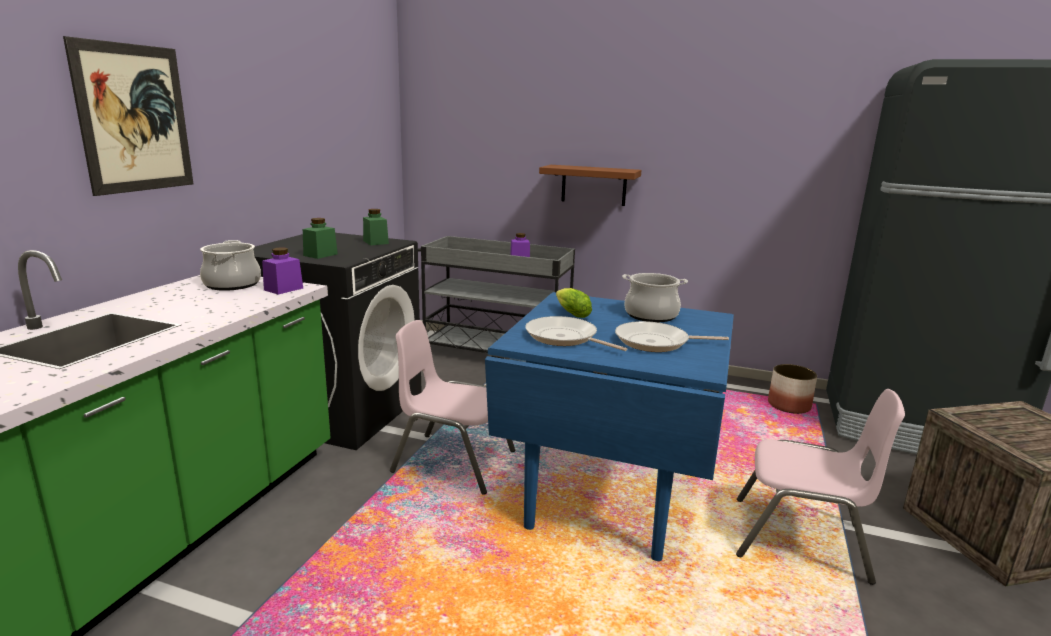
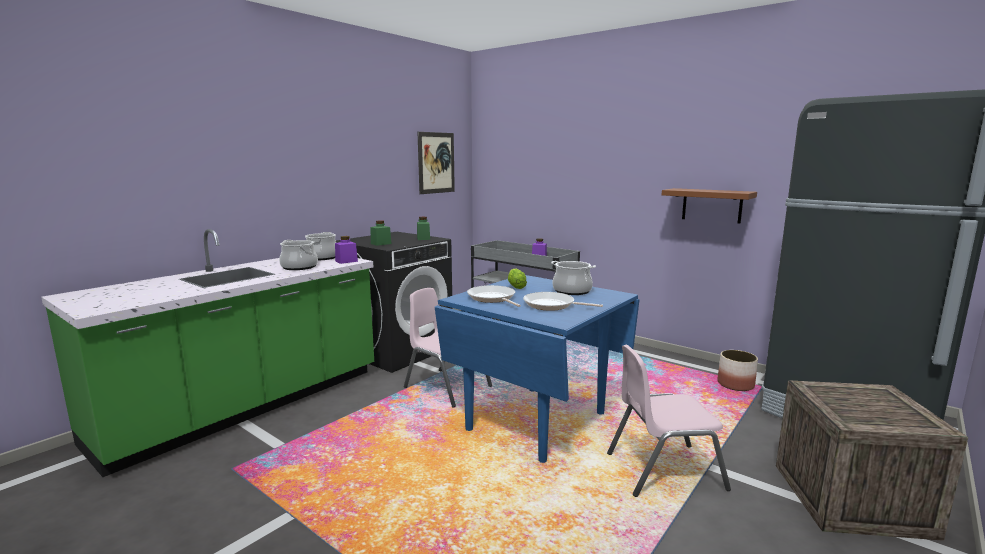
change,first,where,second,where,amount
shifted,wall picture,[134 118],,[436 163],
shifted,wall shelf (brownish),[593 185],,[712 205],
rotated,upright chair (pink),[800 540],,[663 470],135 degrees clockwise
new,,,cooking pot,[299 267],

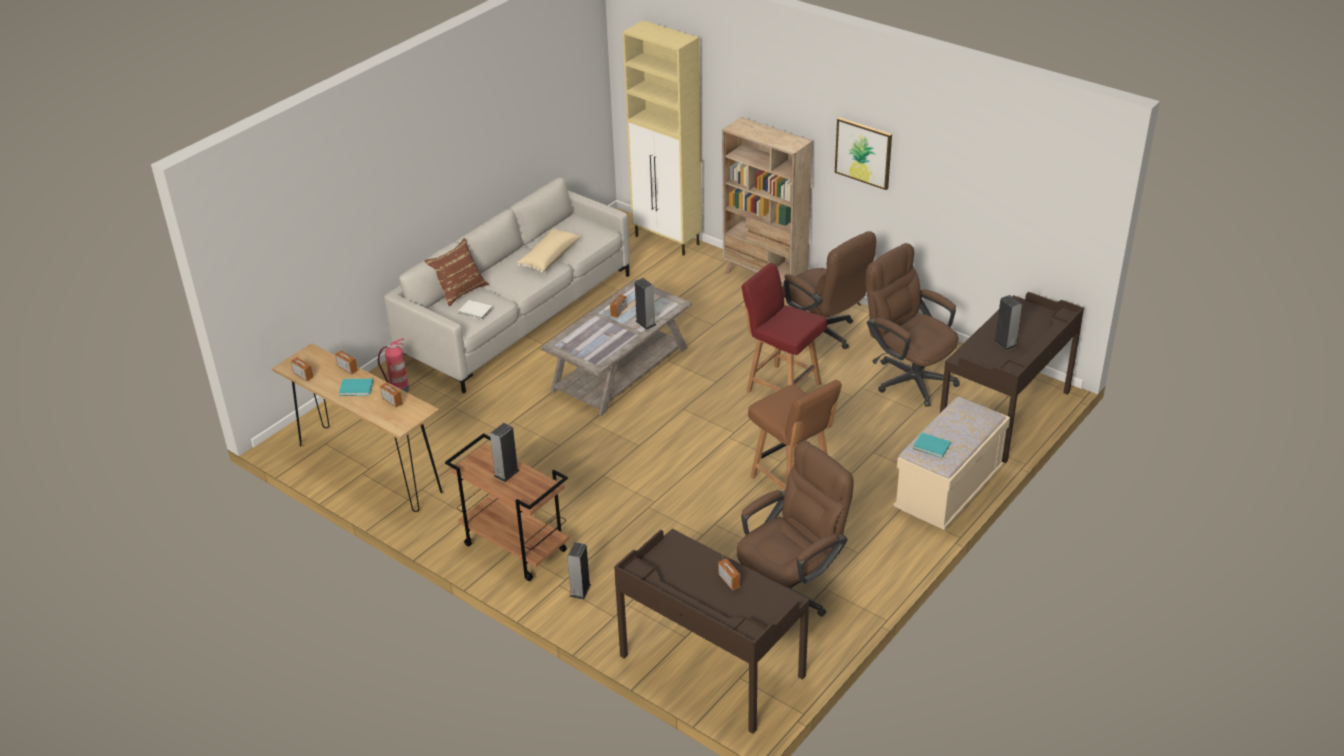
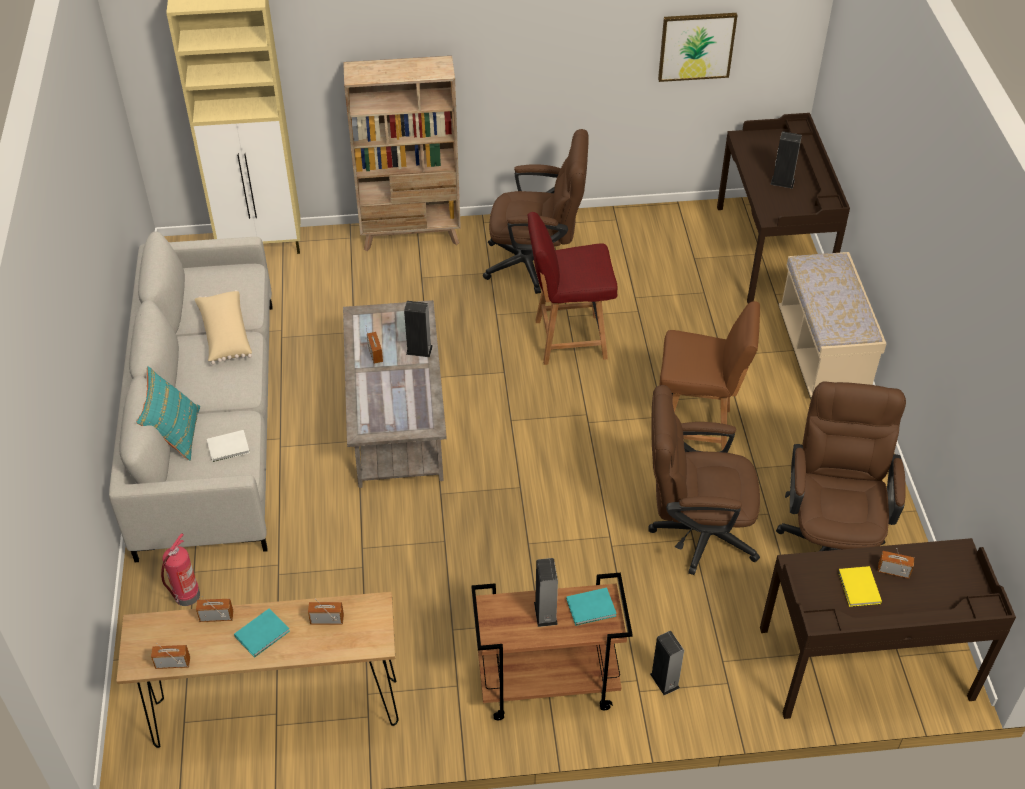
change,first,where,second,where,amount
shifted,wall picture,[863 153],,[696 46],
repainted,pillow (brownish),[459 290],pillow (turquoise-coloured),[175 434],
shifted,desk chair (brownish),[908 376],,[694 532],
shifted,volume (turquoise-coloured),[932 447],,[592 608],
new,,,volume (yellow-coloured),[858 589],

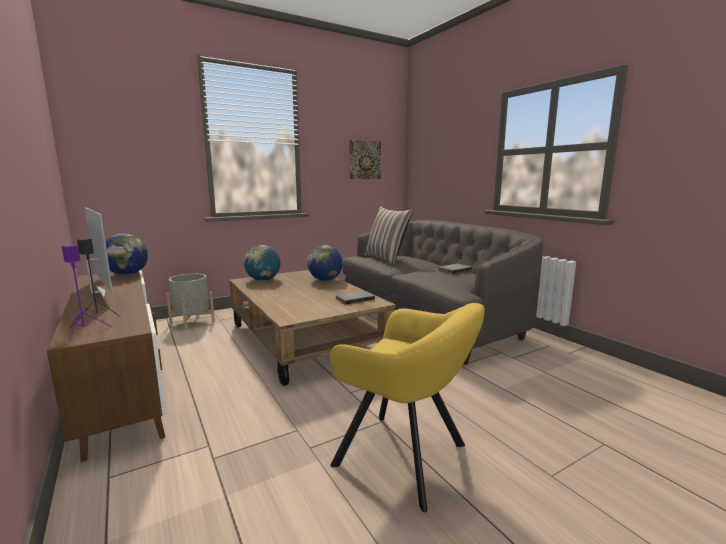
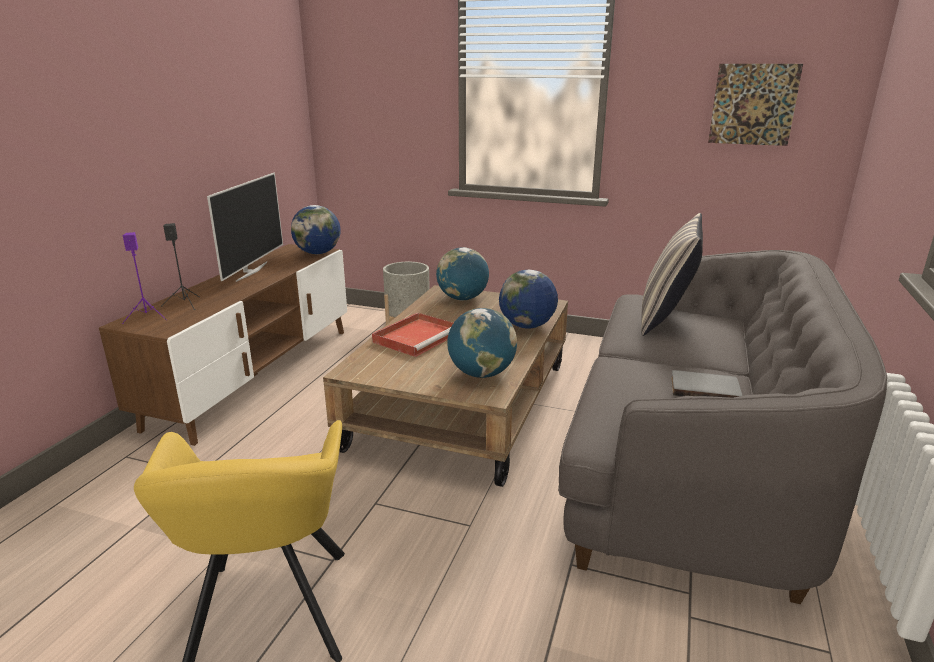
change,first,where,second,where,amount
swapped,volume (gray),[354 298],globe,[481 374],
new,,,serving tray (red-coloured),[417 337],

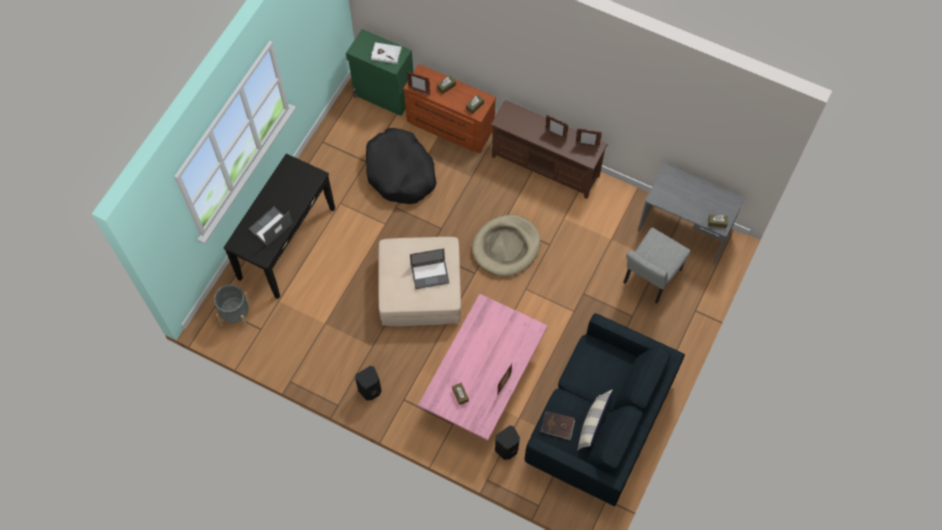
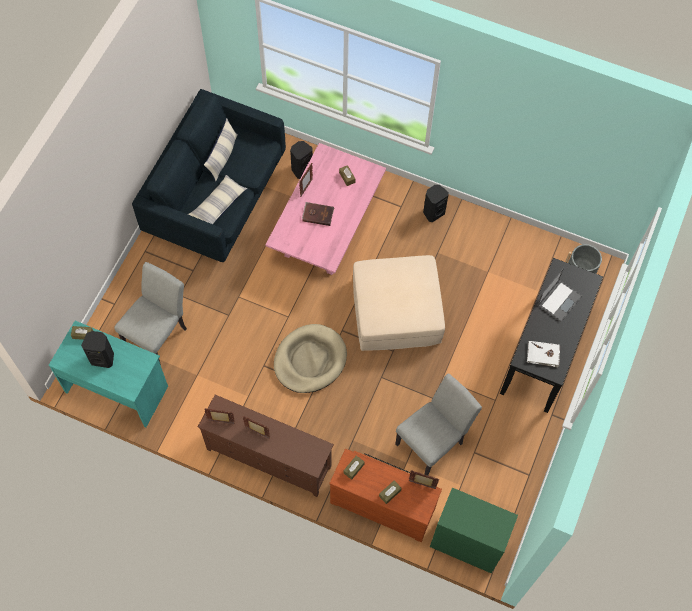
change,first,where,second,where,amount
shifted,volume (white),[386 53],,[543 354],
swapped,pet bed (blackish),[400 172],upright chair (gray),[433 441],
repainted,desk table (gray),[684 231],desk table (turquoise-coloured),[117 388],
gone,notebook computer,[430 273],,,
shifted,volume (brownish),[557 426],,[318 214],
new,,,pillow,[218 205],
new,,,loudspeaker (blackish),[103 358],

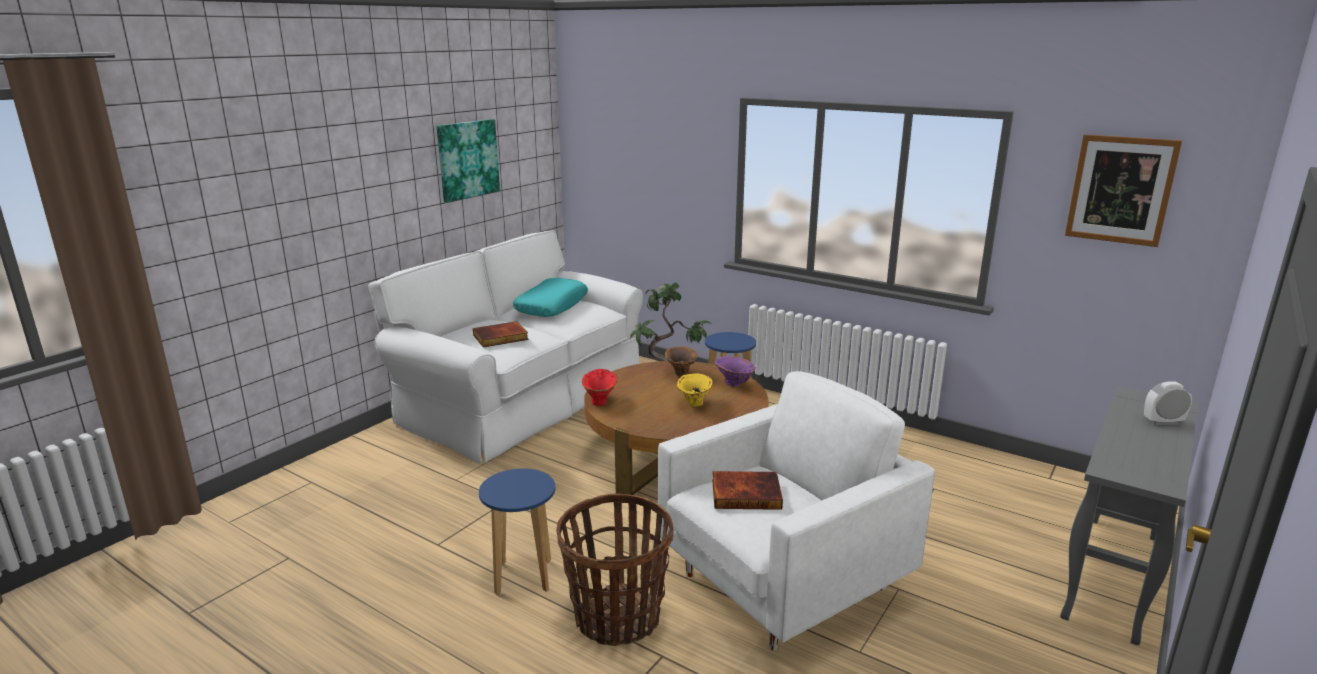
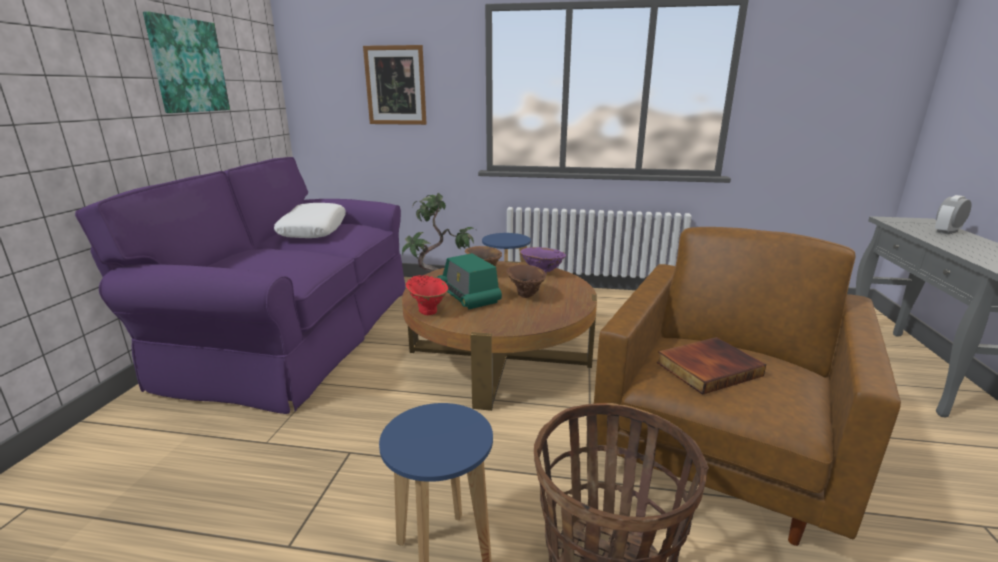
change,first,where,second,where,amount
shifted,wall picture,[1120 190],,[395 85],
repainted,couch (white),[521 398],couch (purplish),[295 333],
repainted,pillow (turquoise-coloured),[551 306],pillow (white),[313 230],
gone,volume,[500 338],,,
repainted,easy chair (white),[782 583],easy chair (brownish),[718 457],
repainted,flower vase (yellow-coloured),[693 404],flower vase (brownish),[525 296],
new,,,radio set,[468 295],

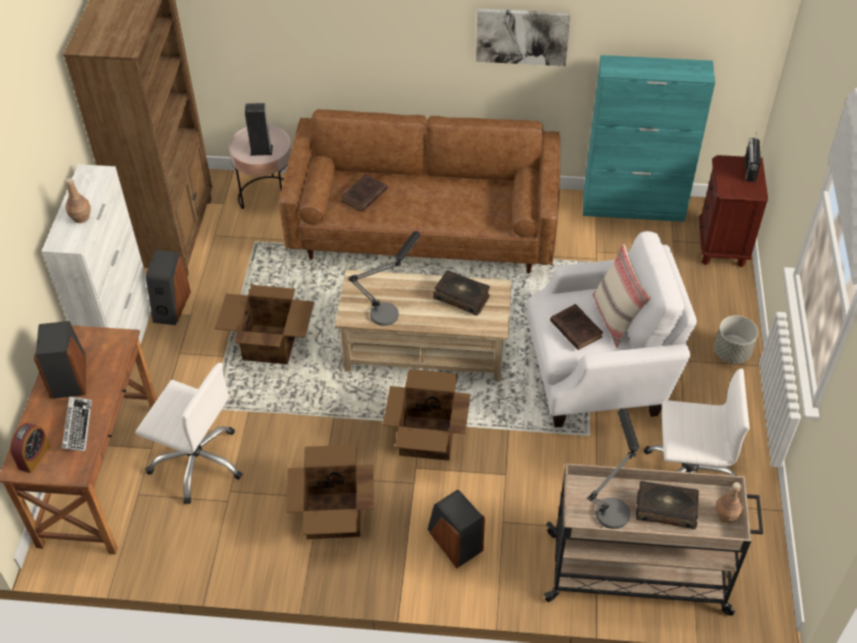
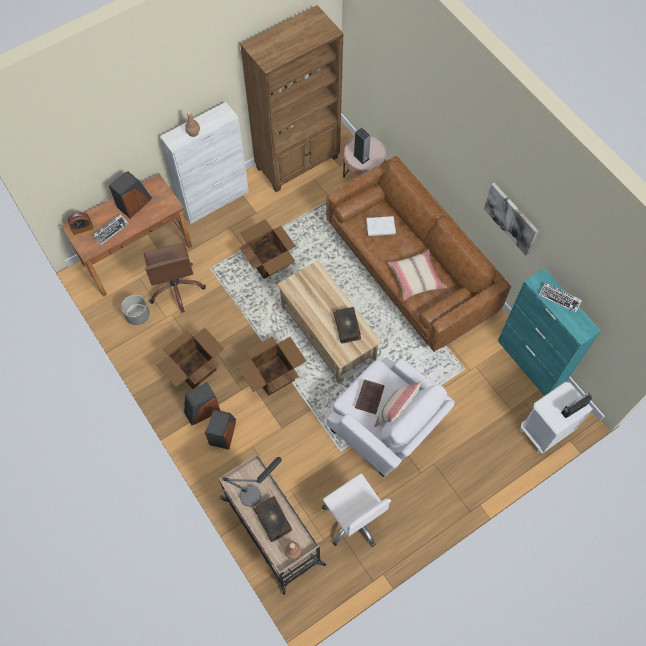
change,first,where,second,where,amount
repainted,nightstand (brownish),[722 246],nightstand (white),[544 430],
repainted,volume (brownish),[363 196],volume (white),[379 227],
gone,table lamp,[390 309],,,
shifted,loudspeaker,[171 306],,[202 411],
shifted,flower pot (gray),[732 352],,[138 316],
repainted,desk chair (white),[197 462],desk chair (brownish),[176 287],
new,,,pillow (beige-coloured),[416 278],
new,,,computer keyboard,[559 298],

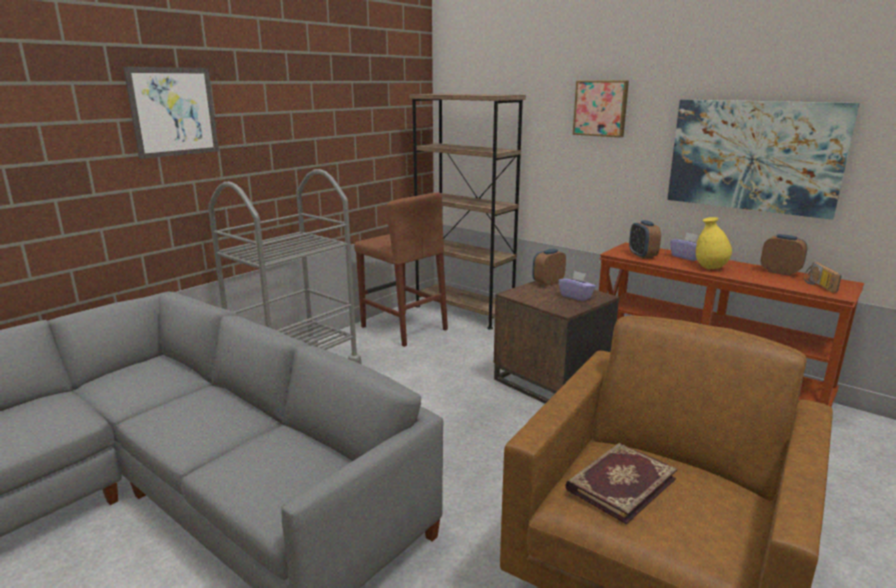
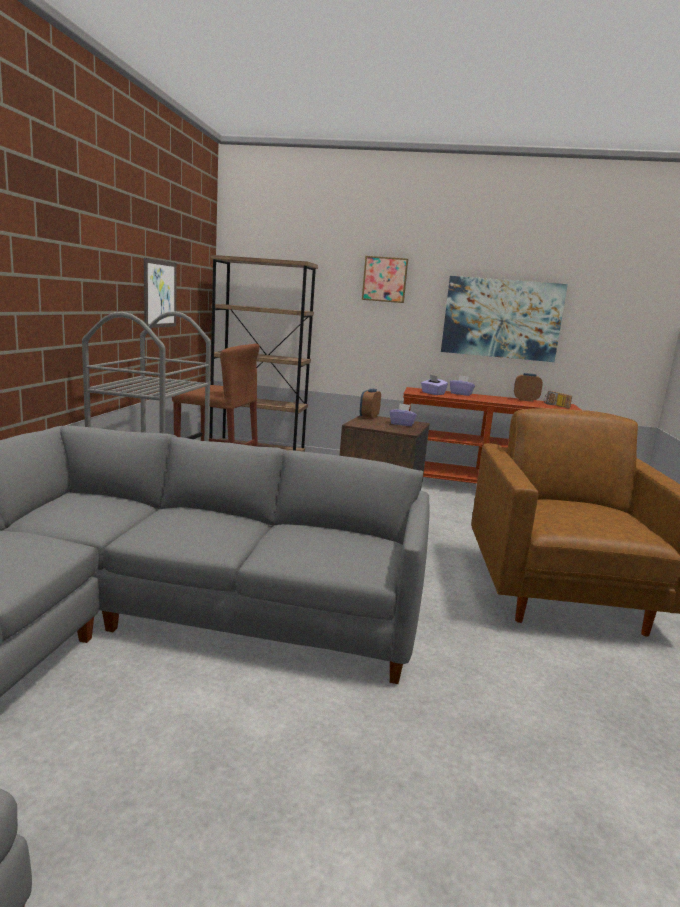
change,first,where,second,where,amount
shifted,wall picture,[174 112],,[160 294],
gone,flower vase (yellow-coloured),[710 268],,,
swapped,table clock,[642 255],box of tissues (purplish),[432 393],
gone,volume,[619 483],,,

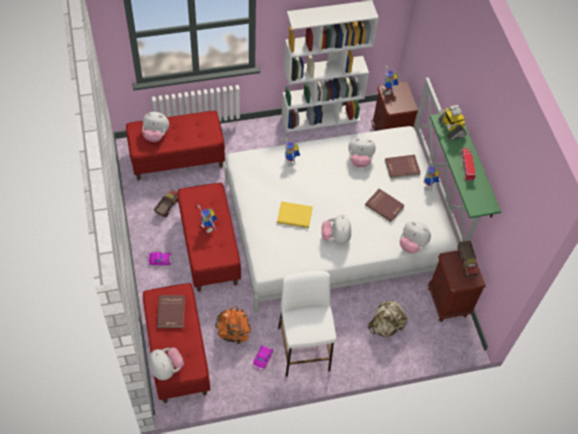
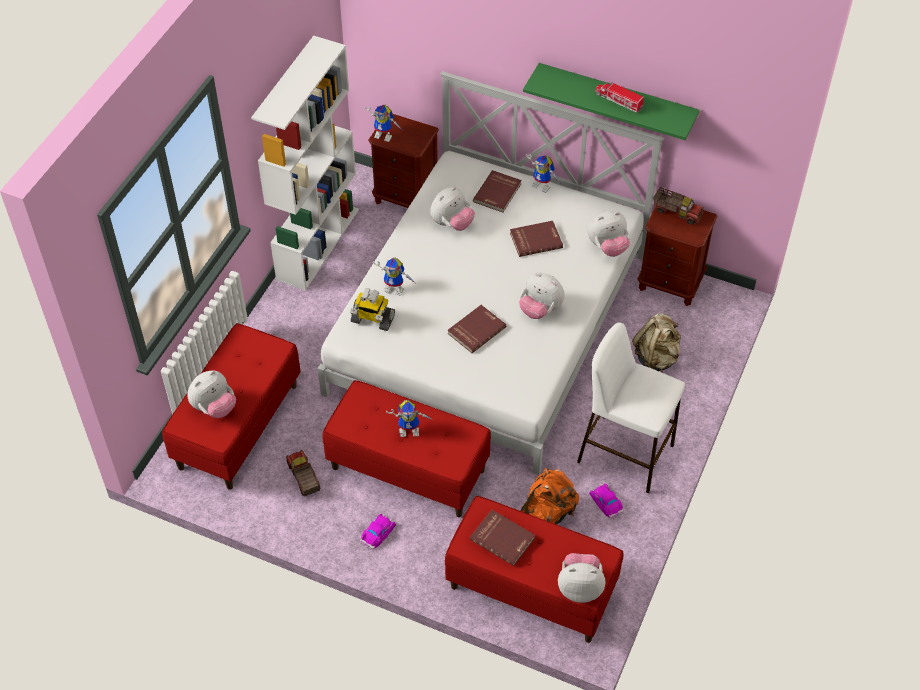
change,first,where,second,where,amount
shifted,model robot,[450 128],,[372 319],
repainted,volume (yellow-coloured),[294 215],volume (red-coloured),[476 330],

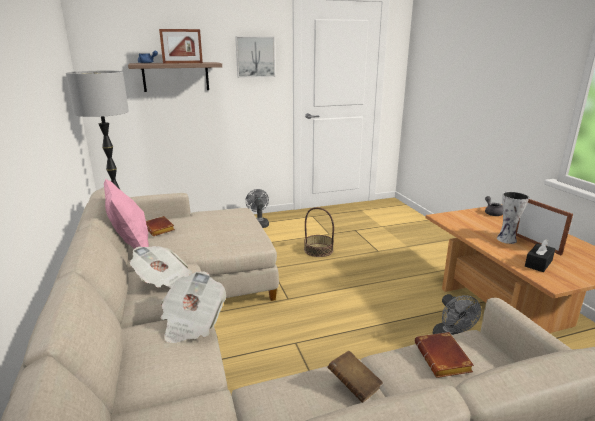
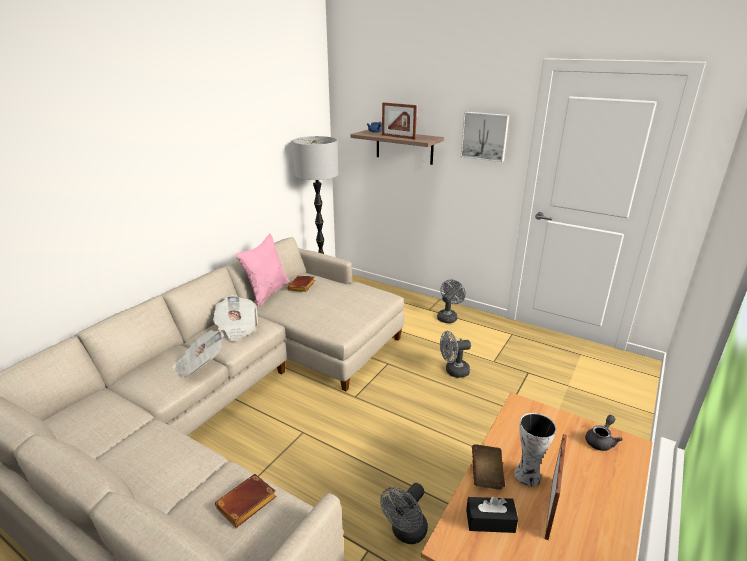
change,first,where,second,where,amount
swapped,basket,[318 250],electric fan (gray),[453 371],
shifted,volume (brownish),[354 385],,[486 474],

